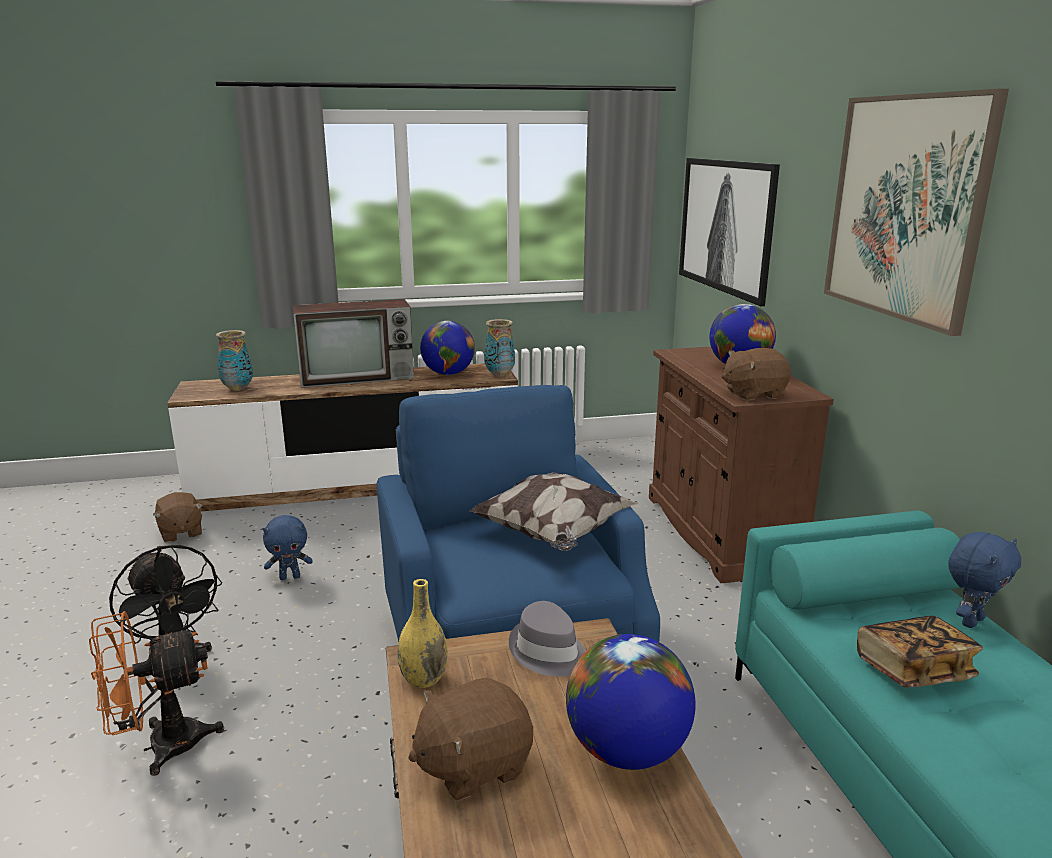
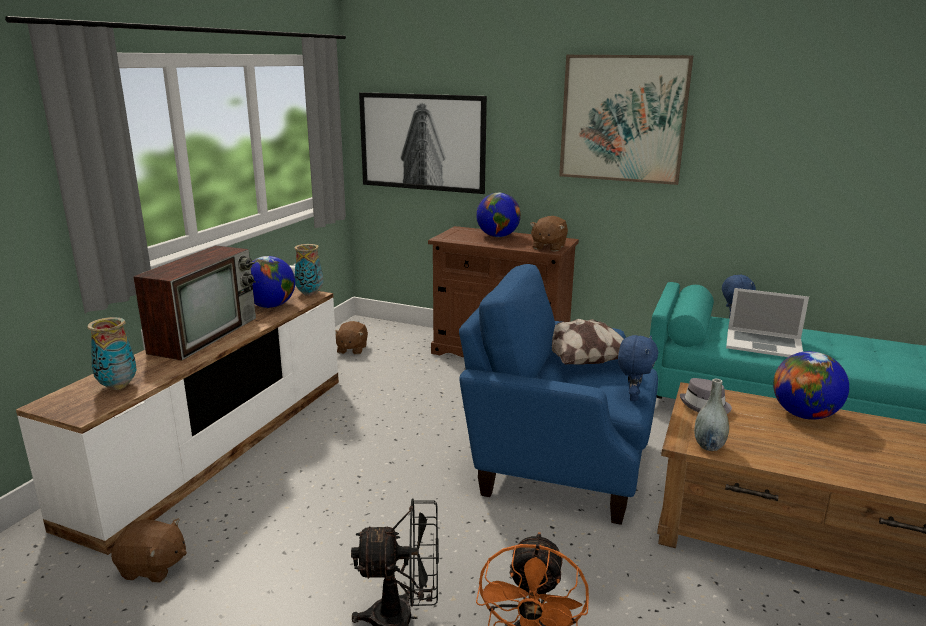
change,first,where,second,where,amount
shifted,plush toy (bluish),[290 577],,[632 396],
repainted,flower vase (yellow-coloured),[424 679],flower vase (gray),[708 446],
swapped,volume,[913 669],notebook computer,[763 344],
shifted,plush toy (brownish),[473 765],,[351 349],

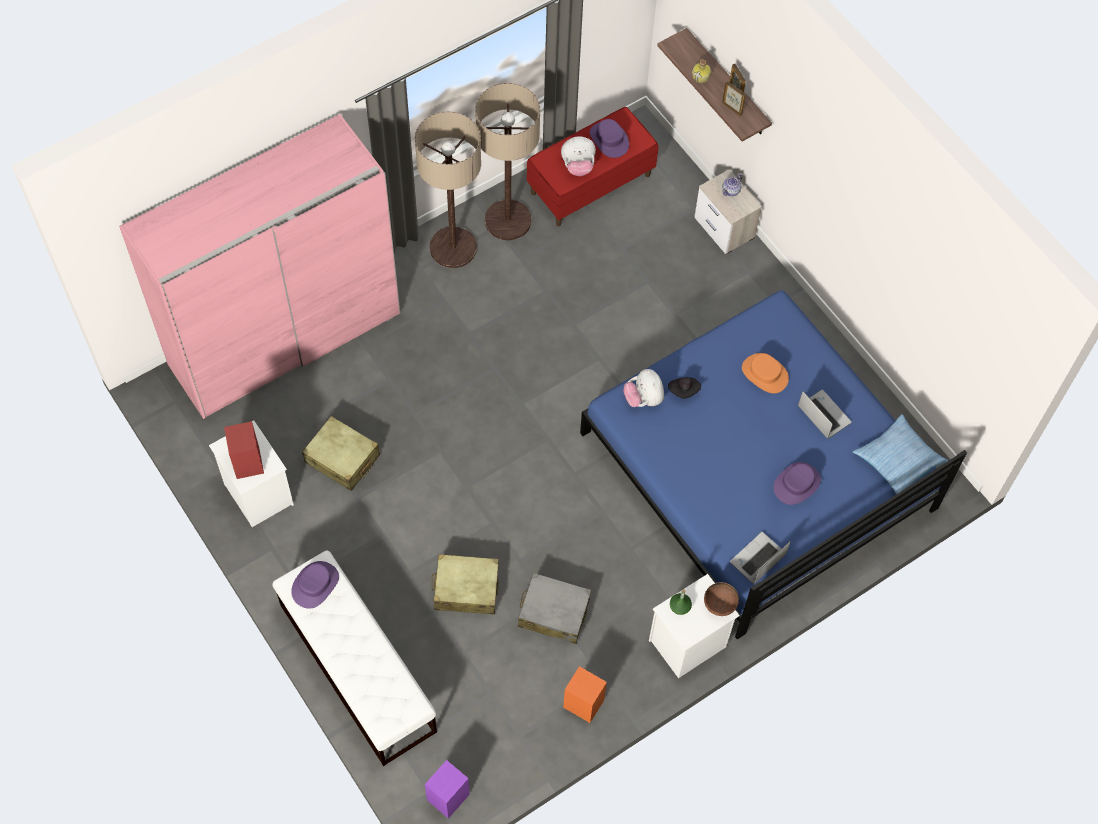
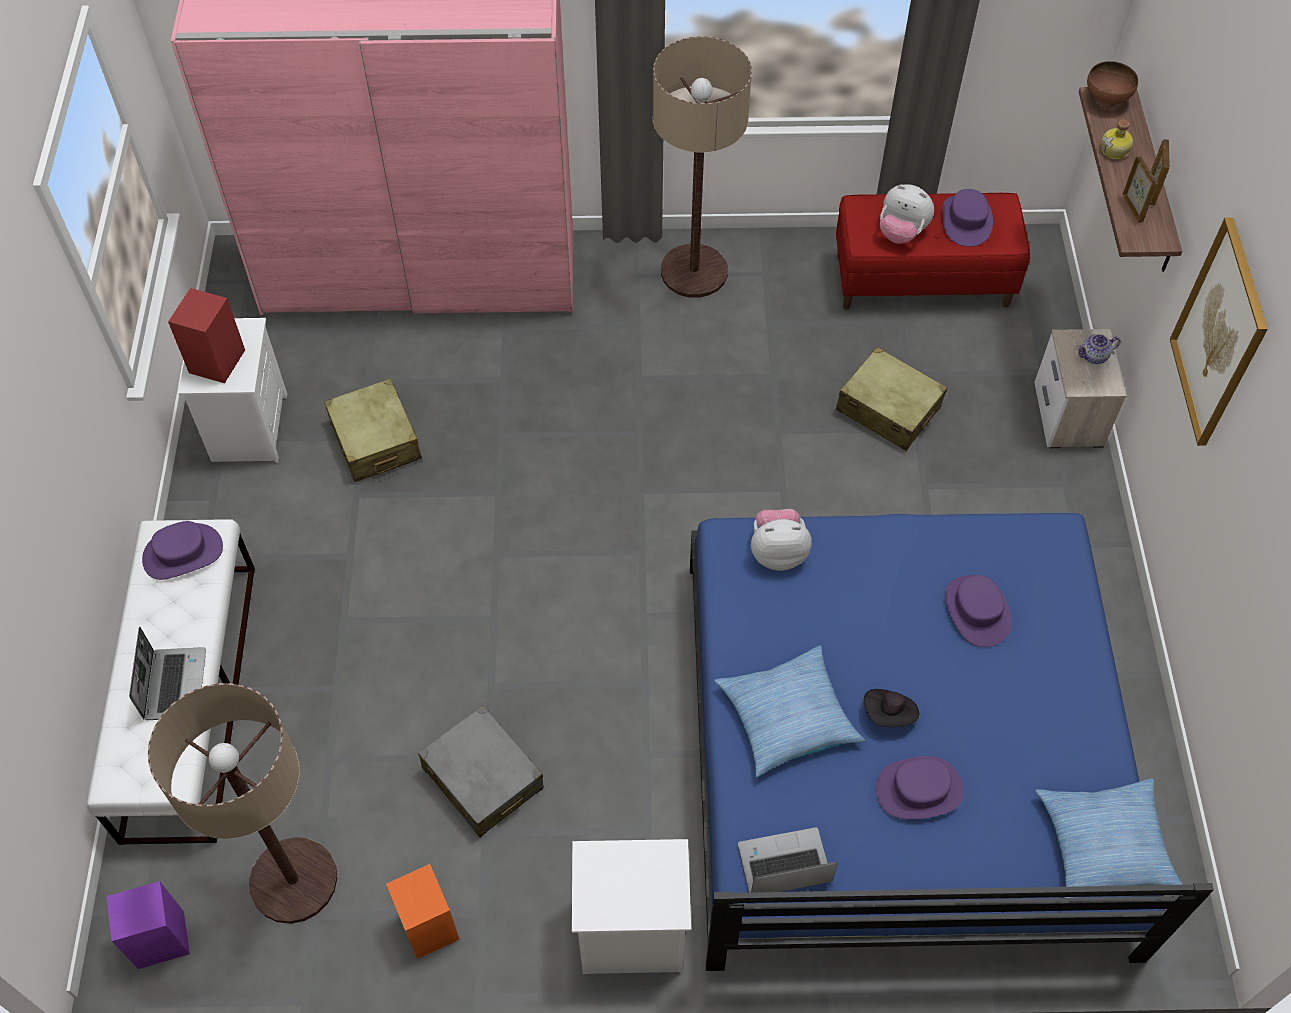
change,first,where,second,where,amount
shifted,standing lamp,[507 220],,[293 880],
repainted,wearable hat (orange-coloured),[764 374],wearable hat (purplish),[976 611],
rotated,plush toy,[643 399],,[777 552],75 degrees clockwise
shifted,wearable hat (blackish),[684 390],,[889 714],
shifted,notebook computer,[823 415],,[174 683],
shifted,travel case (beige-coloured),[466 589],,[888 409],
shifted,serving bowl (brownish),[719 605],,[1106 100],
gone,beverage bottle (green),[679 607],,,
new,,,wall picture,[1219 334],
new,,,pillow,[788 717],

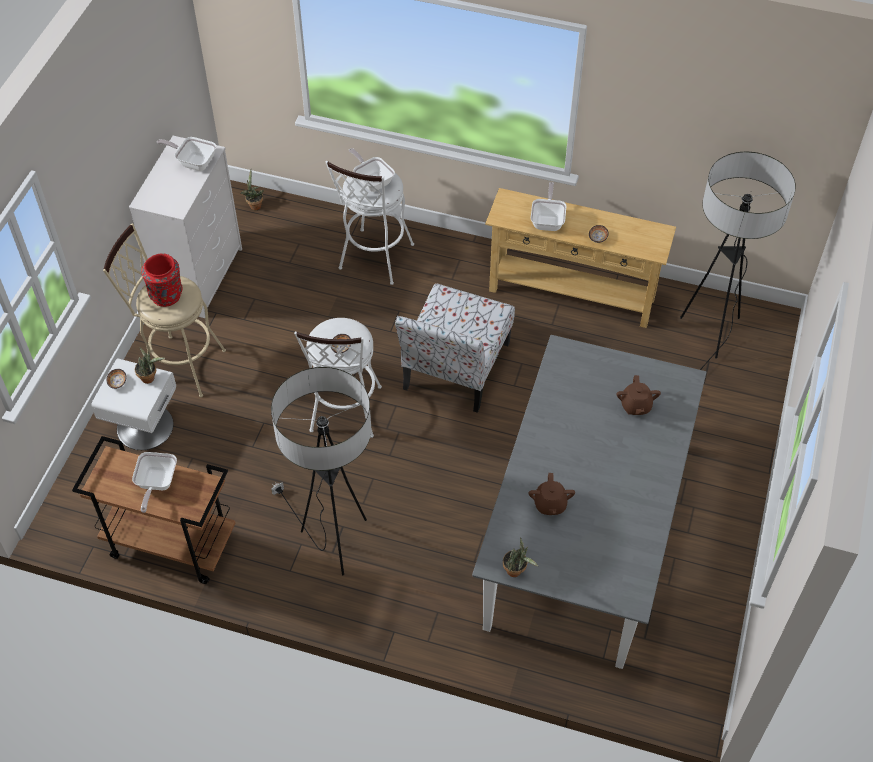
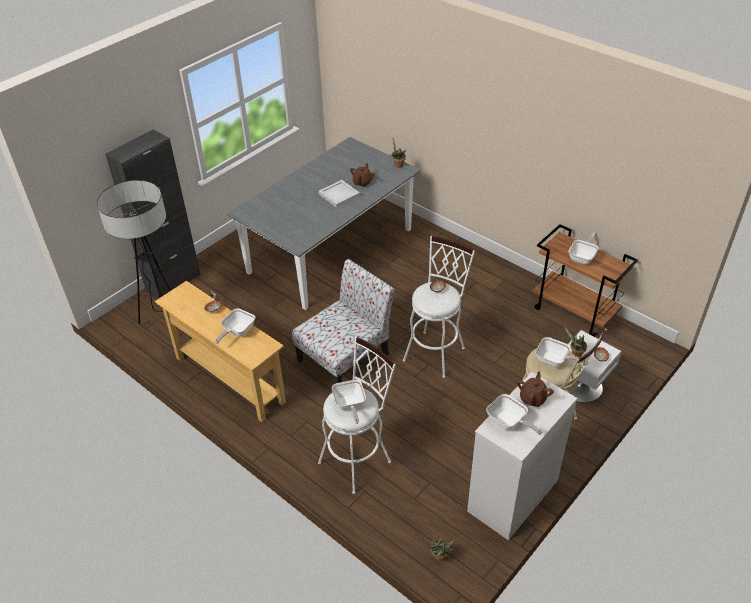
change,first,where,second,where,amount
swapped,flower vase (red-coloured),[166 295],frying pan,[554 361],
gone,standing lamp,[334 542],,,
shifted,tea pot (brownish),[635 406],,[533 398],
new,,,cabinet (blackish),[173 282],
new,,,serving tray (white),[339 195],

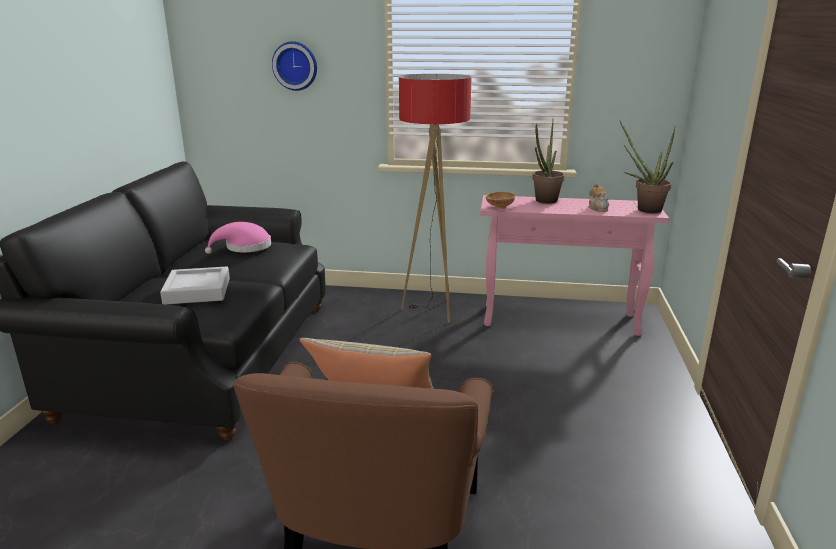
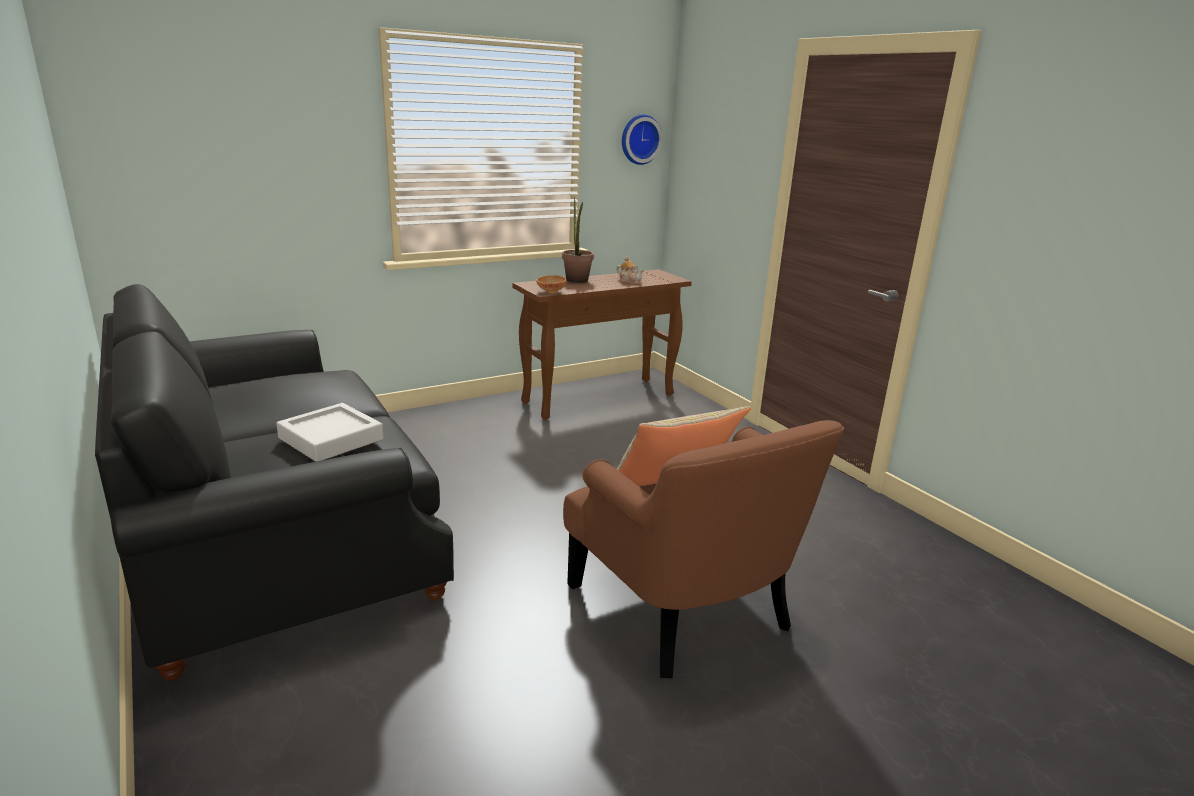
change,first,where,second,where,amount
shifted,clock on the wall,[295 66],,[639 139],
gone,standing lamp,[432 310],,,
gone,potted plant,[644 209],,,
repainted,narrow table (pink),[561 320],narrow table (brownish),[599 398],
gone,wearable hat (pink),[244 247],,,

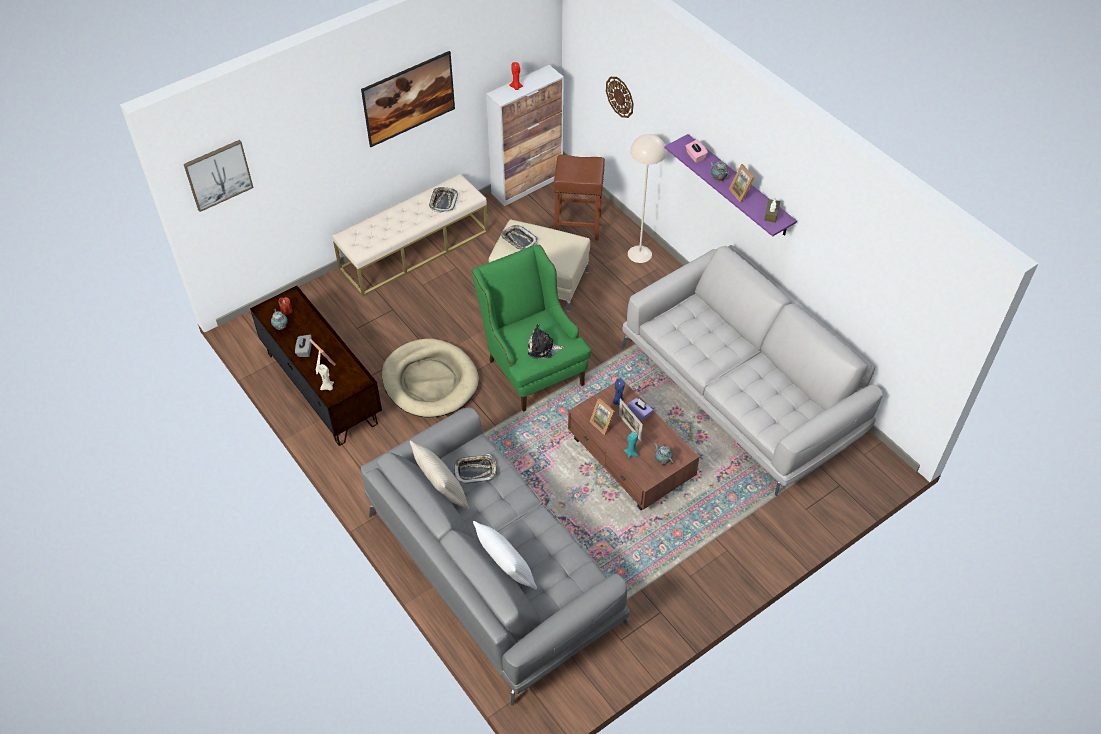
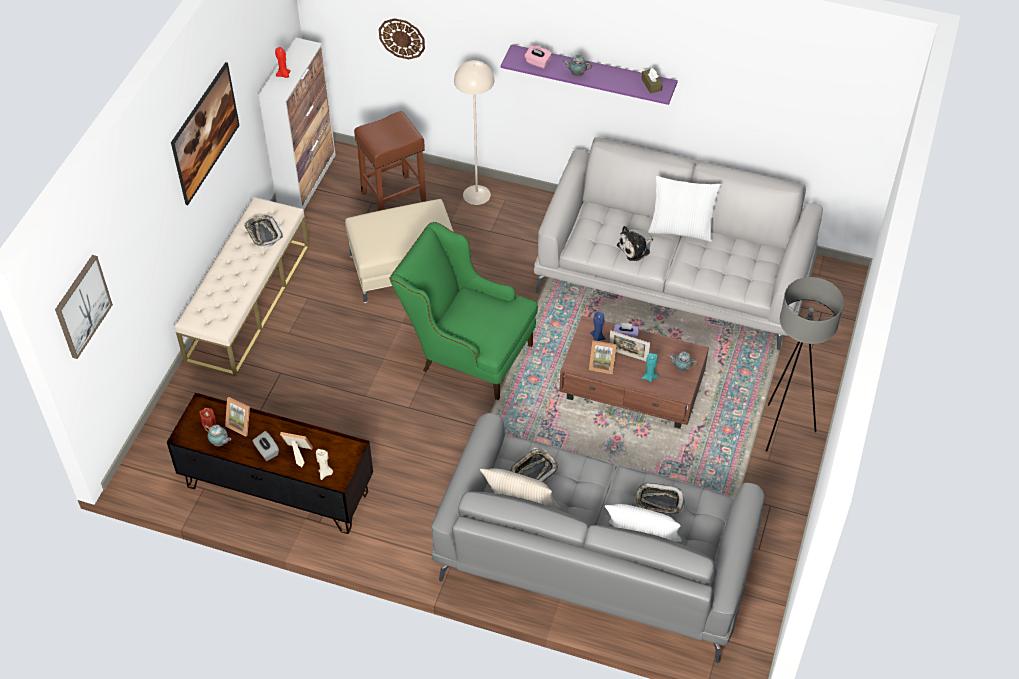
change,first,where,second,where,amount
shifted,picture frame,[742 193],,[241 424],
shifted,serving tray,[518 240],,[659 501],
shifted,plush toy,[543 348],,[635 248],
gone,pet bed (beige-coloured),[430 381],,,
new,,,pillow (white),[681 229],
new,,,standing lamp (gray),[782 429],

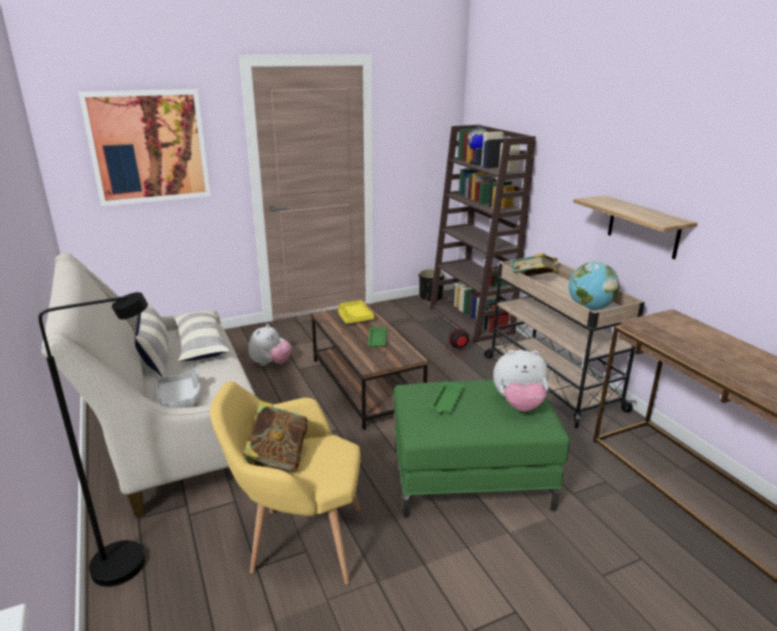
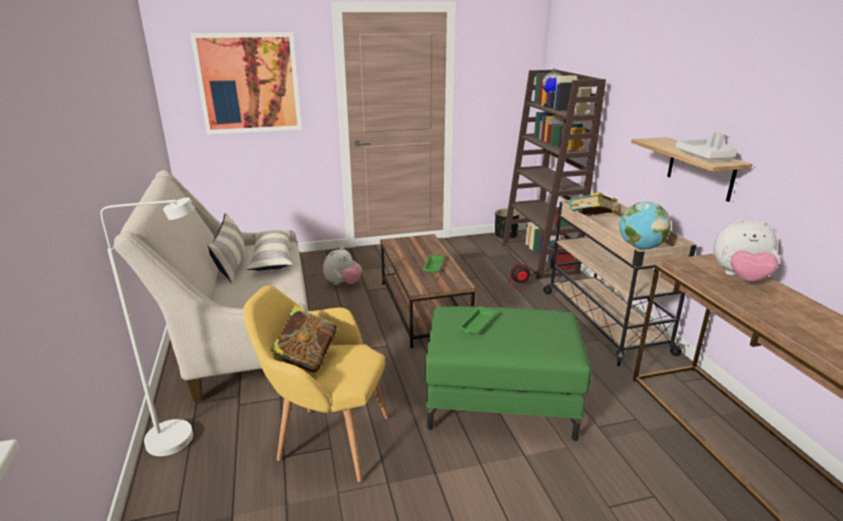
change,first,where,second,where,amount
repainted,standing lamp (blackish),[134 559],standing lamp (white),[183 436],
gone,serving tray (yellow-coloured),[354 317],,,
shifted,plush toy,[519 404],,[740 277],
shifted,serving tray (gray),[180 397],,[706 156],

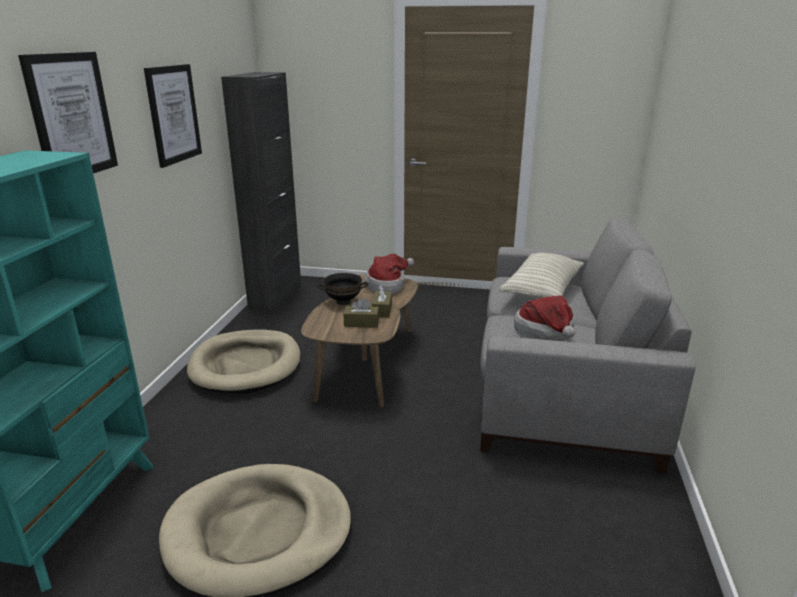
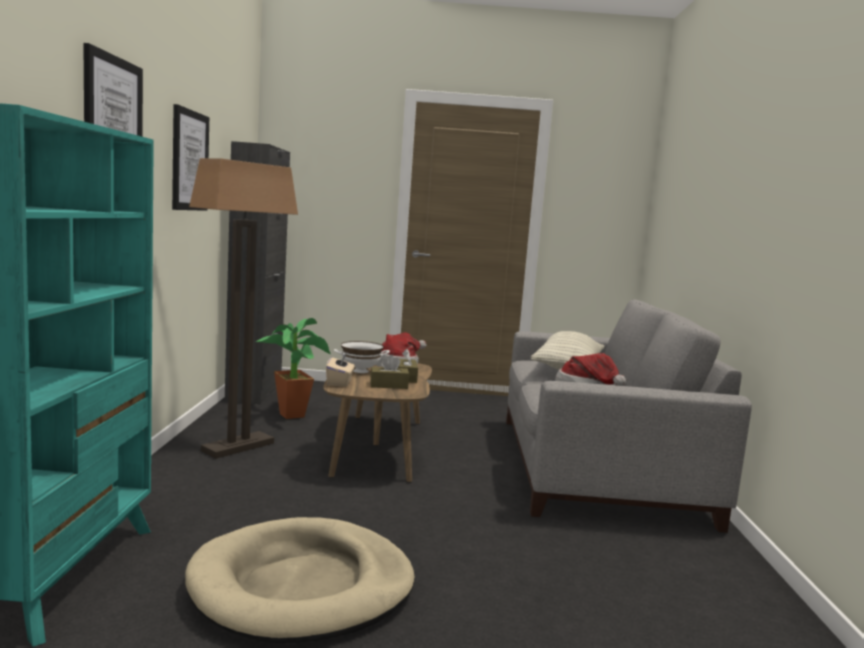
change,first,where,second,where,amount
repainted,serving bowl (blackish),[343 302],serving bowl (white),[360 371],
swapped,pet bed (beige-coloured),[246 365],standing lamp,[238 447],
new,,,potted plant,[293 413],
new,,,box of tissues (beige-coloured),[340 382],

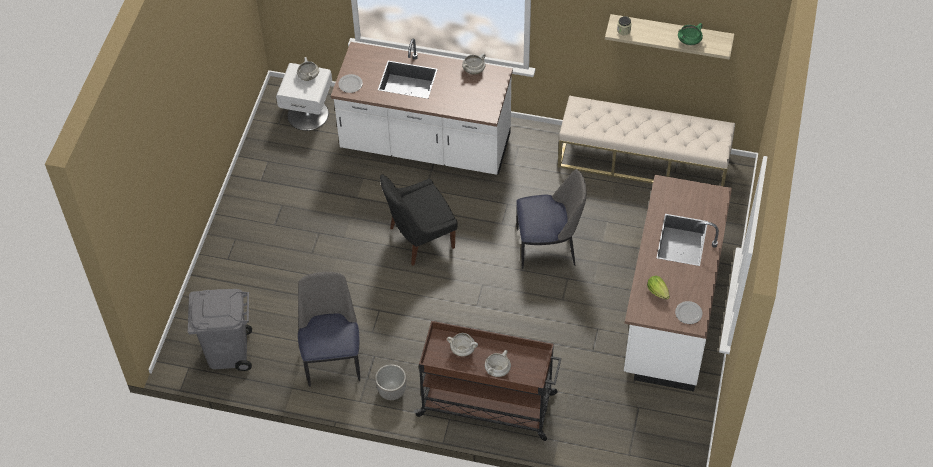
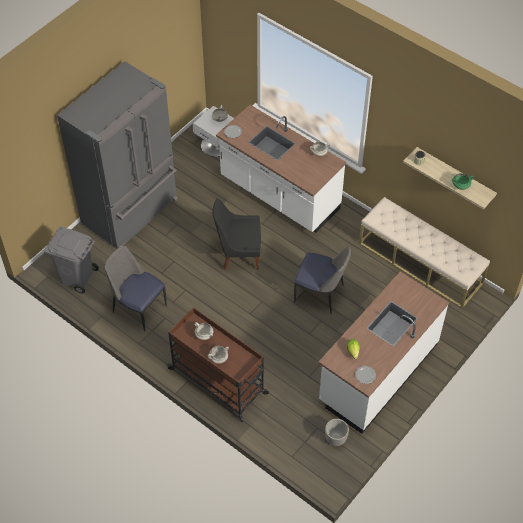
change,first,where,second,where,amount
rotated,upright chair,[332 357],,[138 308],75 degrees counterclockwise
shifted,flower pot,[392 392],,[336 439],
new,,,refrigerator (gray),[132 212],

